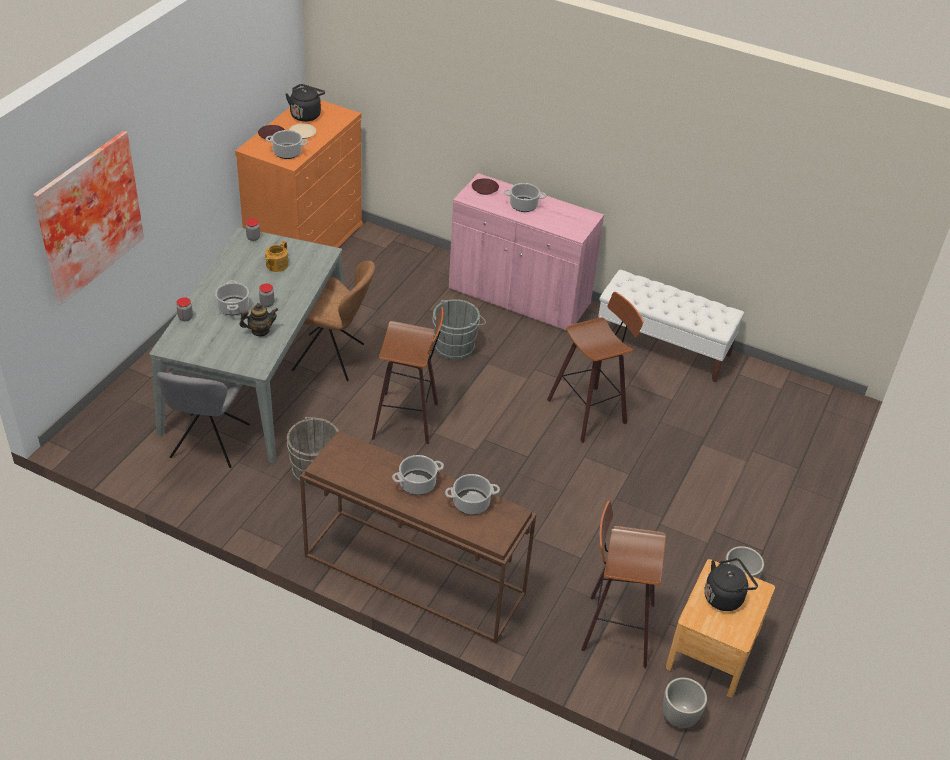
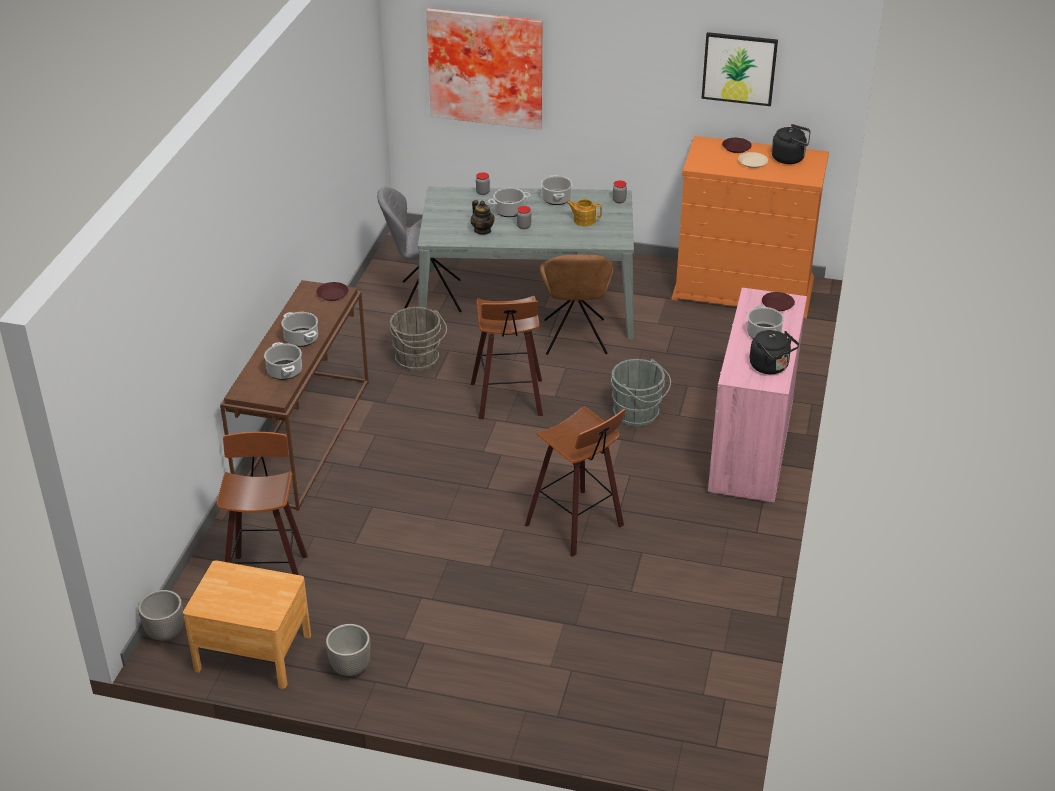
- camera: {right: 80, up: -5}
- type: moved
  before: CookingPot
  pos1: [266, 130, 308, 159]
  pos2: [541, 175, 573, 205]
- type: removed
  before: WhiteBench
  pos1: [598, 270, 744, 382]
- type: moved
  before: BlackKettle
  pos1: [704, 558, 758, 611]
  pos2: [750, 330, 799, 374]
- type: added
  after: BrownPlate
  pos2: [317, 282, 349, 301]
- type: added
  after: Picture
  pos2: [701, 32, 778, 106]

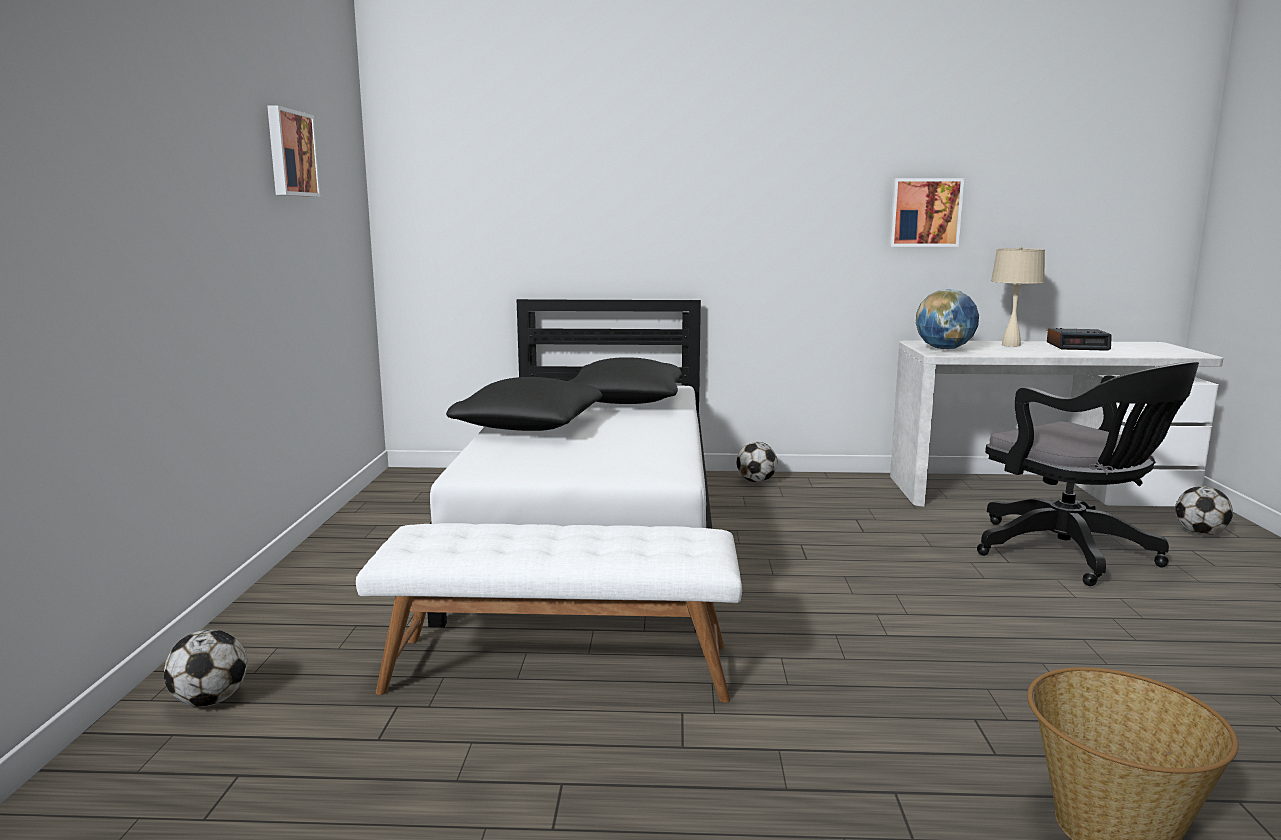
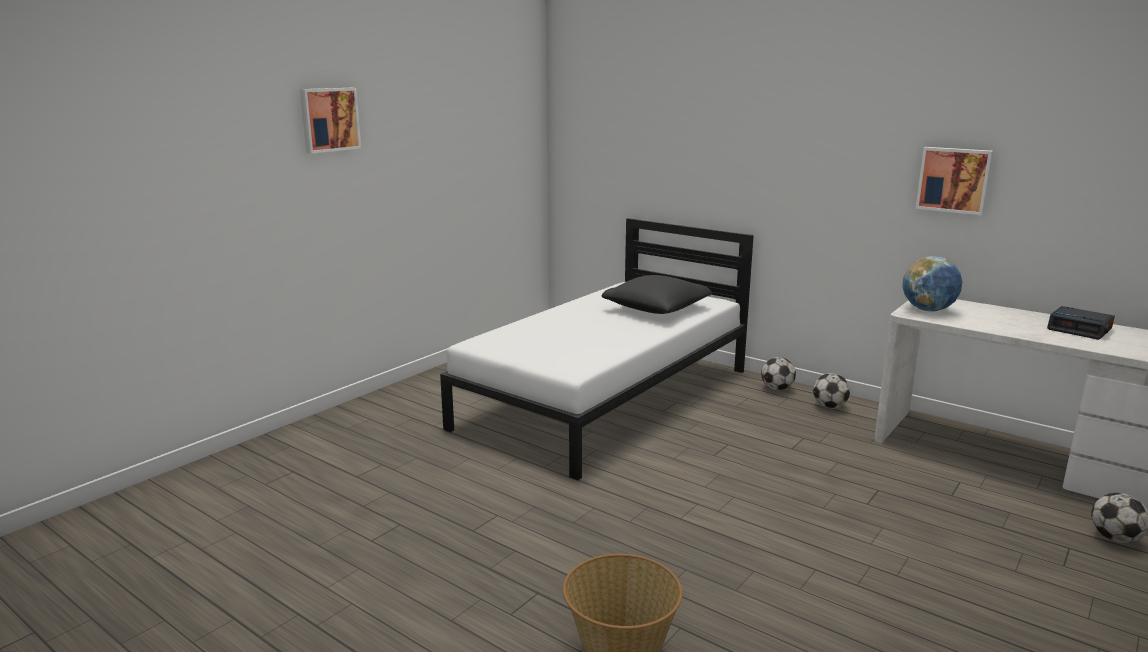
- camera: {right: 35, up: 5}
- type: moved
  before: Football
  pos1: [164, 629, 247, 707]
  pos2: [813, 373, 850, 408]
- type: moved
  before: Picture
  pos1: [267, 105, 321, 197]
  pos2: [300, 88, 361, 154]
- type: removed
  before: WhiteBench
  pos1: [356, 523, 742, 703]
- type: removed
  before: BlackPillow
  pos1: [446, 377, 602, 431]
- type: removed
  before: BlackOfficeChair
  pos1: [977, 361, 1199, 586]
- type: removed
  before: BeigeTableLamp
  pos1: [991, 247, 1045, 347]

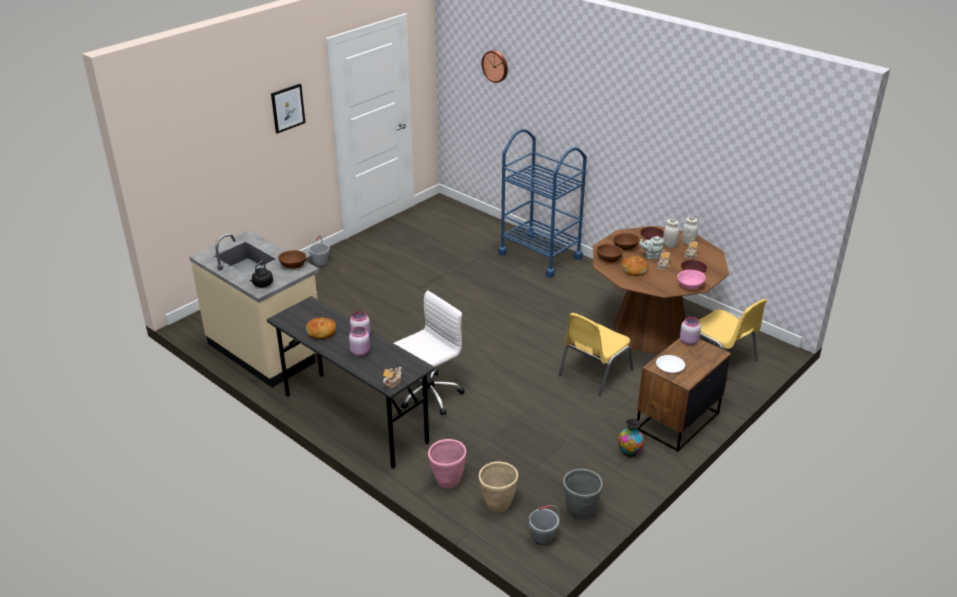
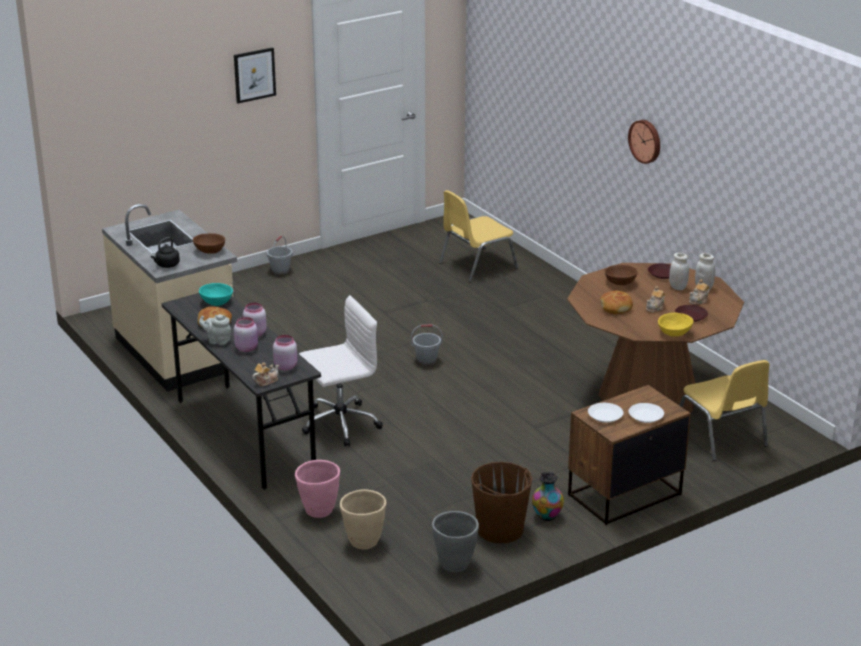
- camera: {right: 15, up: -5}
- type: moved
  before: WallClock
  pos1: [481, 50, 508, 83]
  pos2: [628, 120, 660, 164]
- type: removed
  before: BlueCart
  pos1: [498, 129, 587, 278]
- type: moved
  before: GreyBucket
  pos1: [528, 505, 560, 545]
  pos2: [411, 324, 442, 366]
- type: moved
  before: YellowChair
  pos1: [559, 313, 633, 395]
  pos2: [439, 190, 518, 282]
- type: removed
  before: BrownBowl
  pos1: [597, 244, 623, 263]
- type: moved
  before: GreyTeapot
  pos1: [639, 236, 664, 259]
  pos2: [199, 314, 231, 345]
- type: recoloured
  before: PinkBowl
  after: YellowBowl
  pos1: [677, 270, 706, 290]
  pos2: [658, 313, 694, 337]
- type: moved
  before: PinkJar
  pos1: [680, 317, 701, 345]
  pos2: [273, 335, 297, 370]
- type: added
  after: TurquoiseBowl
  pos2: [199, 283, 233, 306]
- type: added
  after: BrownBucket
  pos2: [471, 462, 532, 544]
- type: added
  after: WhitePlate
  pos2: [629, 403, 664, 423]

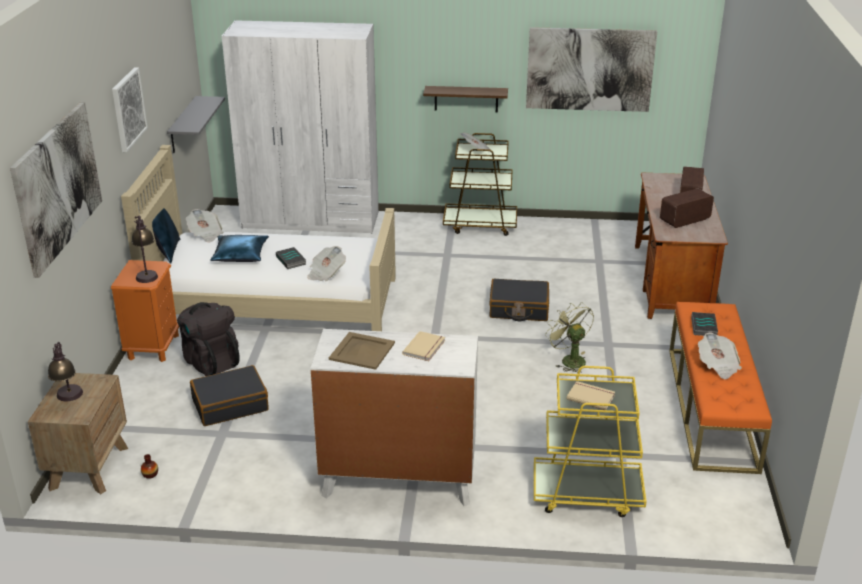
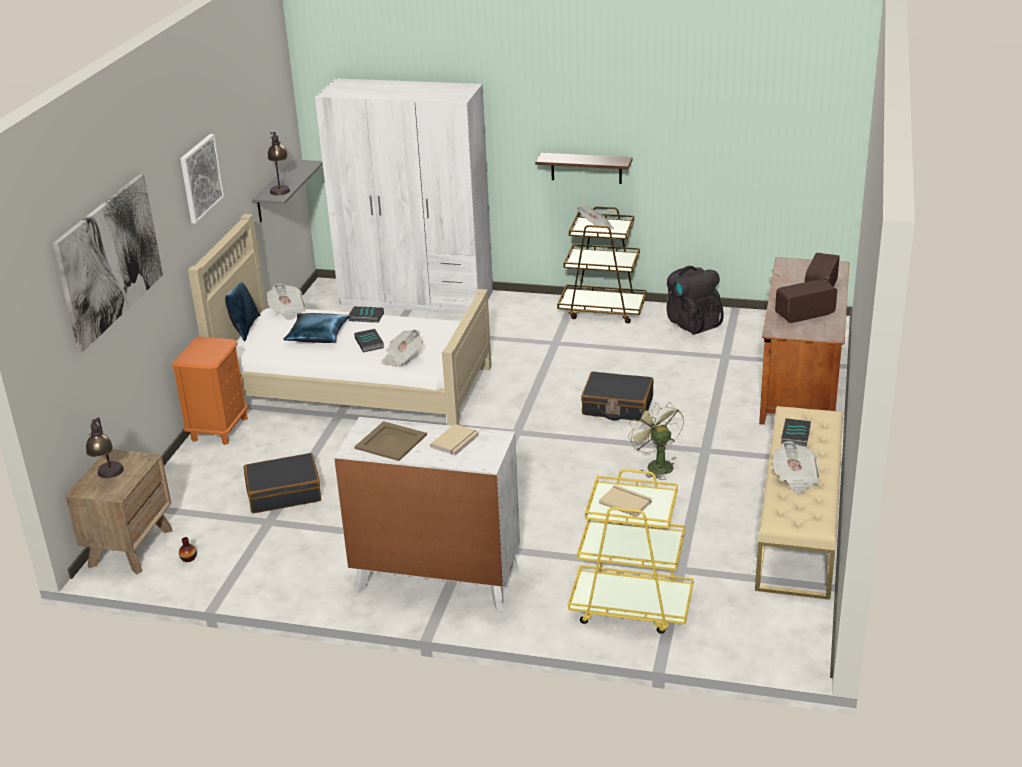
- camera: {right: 10, up: 0}
- type: moved
  before: TableLamp
  pos1: [132, 216, 158, 283]
  pos2: [268, 132, 290, 195]
- type: moved
  before: BlackBackpack
  pos1: [177, 302, 240, 376]
  pos2: [666, 266, 724, 334]
- type: removed
  before: Picture
  pos1: [526, 27, 657, 112]
- type: recoloured
  before: OrangeBench
  after: BeigeBench
  pos1: [669, 302, 772, 474]
  pos2: [755, 406, 843, 600]
- type: added
  after: Book
  pos2: [348, 306, 384, 323]

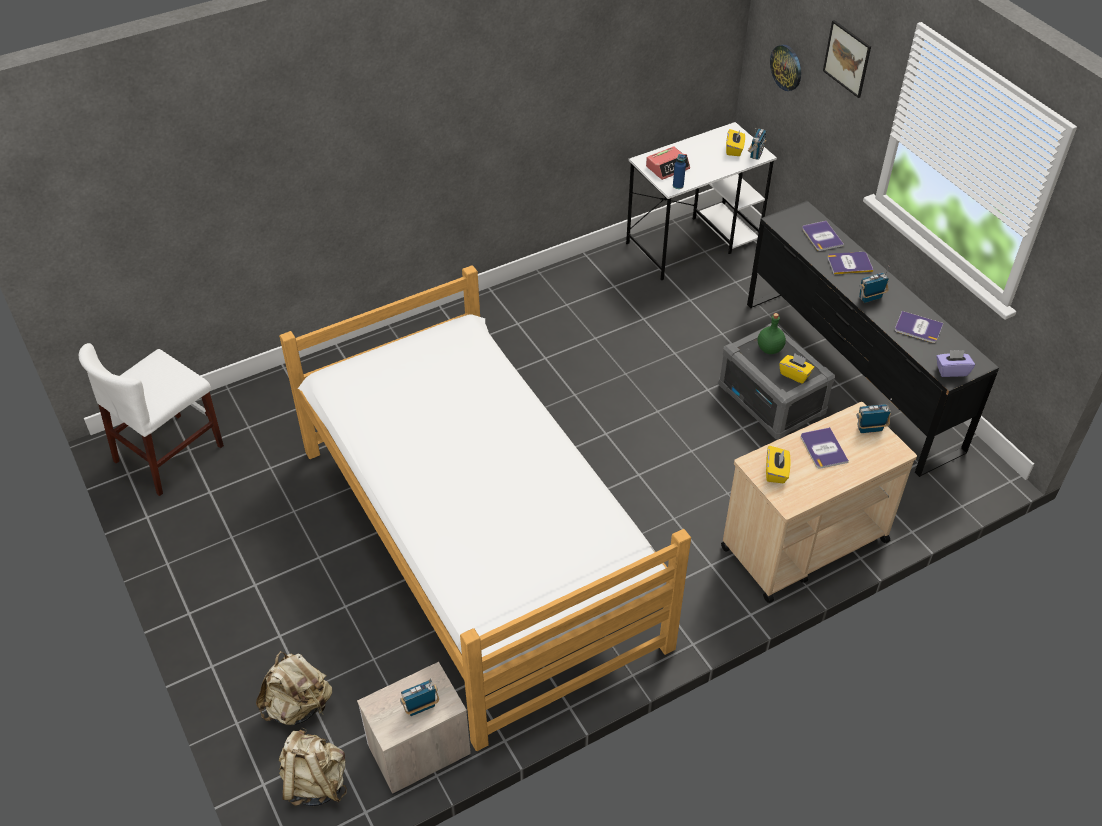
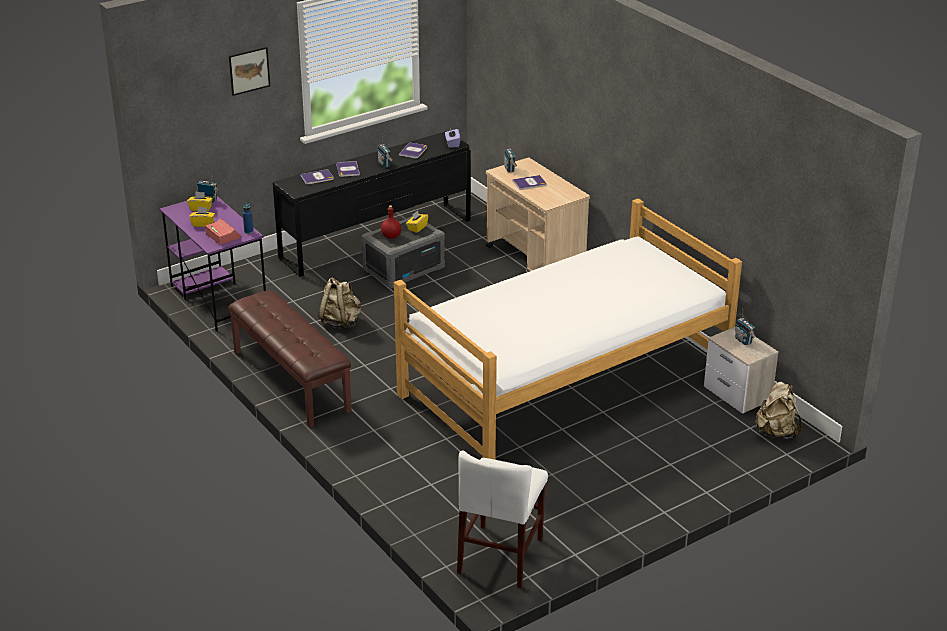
- camera: {right: -95, up: -15}
- type: turned
  before: WhiteChair
  pos1: [79, 343, 224, 496]
  pos2: [457, 450, 548, 588]
  turn: 75
- type: moved
  before: BeigeBackpack
  pos1: [256, 651, 332, 725]
  pos2: [318, 278, 361, 328]
- type: recoloured
  before: WhiteDesk
  after: PurpleDesk
  pos1: [626, 122, 777, 280]
  pos2: [160, 196, 266, 331]
- type: recoloured
  before: GreenBottle
  after: RedBottle
  pos1: [758, 313, 786, 354]
  pos2: [381, 205, 401, 239]
- type: moved
  before: YellowTissueBox
  pos1: [766, 446, 790, 483]
  pos2: [189, 207, 215, 227]
- type: removed
  before: WallClock
  pos1: [770, 45, 801, 91]
- type: added
  after: BrownBench
  pos2: [228, 290, 352, 428]

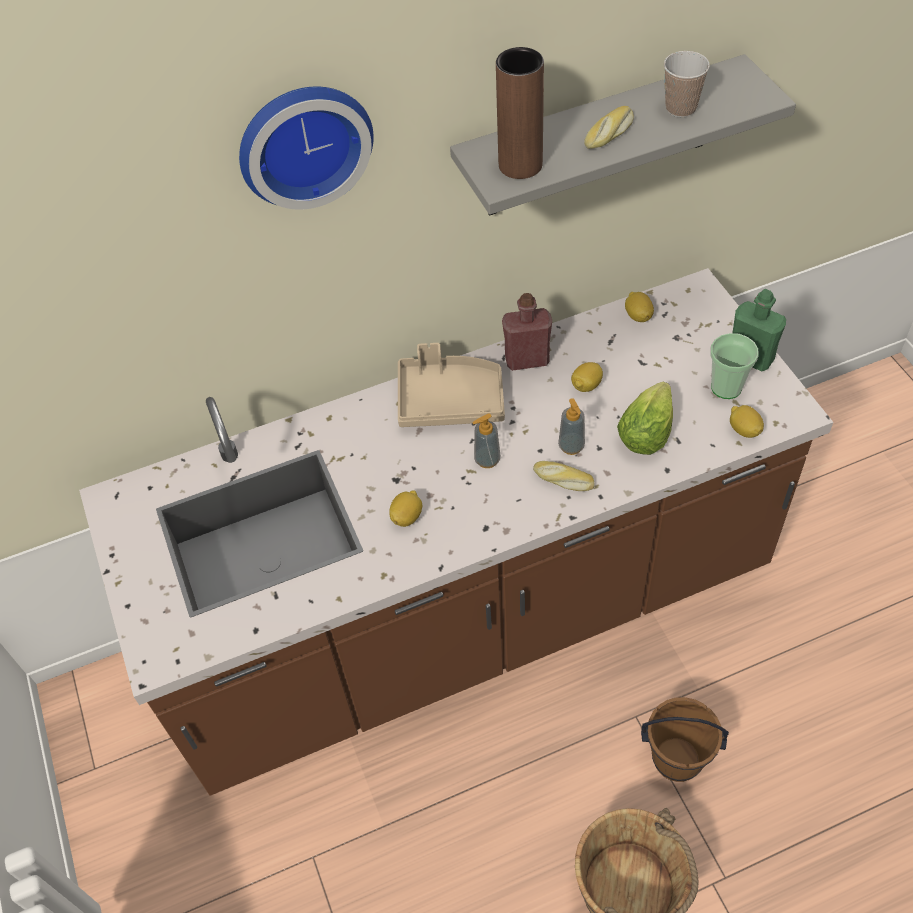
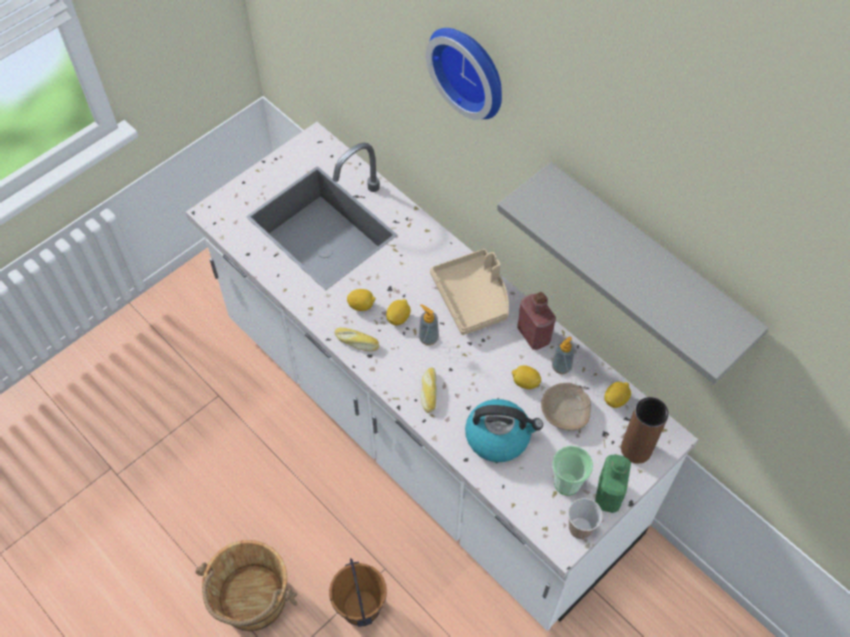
- camera: {right: 65, up: 5}
- type: recoloured
  before: BrownCounter
  after: WhiteCounter
  pos1: [79, 268, 833, 796]
  pos2: [186, 122, 698, 631]
- type: moved
  before: BrownVase
  pos1: [496, 47, 544, 179]
  pos2: [621, 397, 669, 464]
- type: moved
  before: SoapDispenser
  pos1: [558, 398, 585, 455]
  pos2: [552, 336, 575, 374]
- type: moved
  before: Bread
  pos1: [584, 106, 634, 149]
  pos2: [334, 327, 379, 351]
- type: replaced
  before: Lettuce
  after: Kettle
  pos1: [617, 382, 673, 455]
  pos2: [465, 399, 543, 462]
- type: moved
  before: Cup
  pos1: [664, 51, 710, 117]
  pos2: [568, 498, 603, 539]
- type: moved
  before: Lemon
  pos1: [730, 405, 764, 438]
  pos2: [386, 299, 411, 325]
- type: added
  after: BeigeBowl
  pos2: [541, 383, 591, 430]

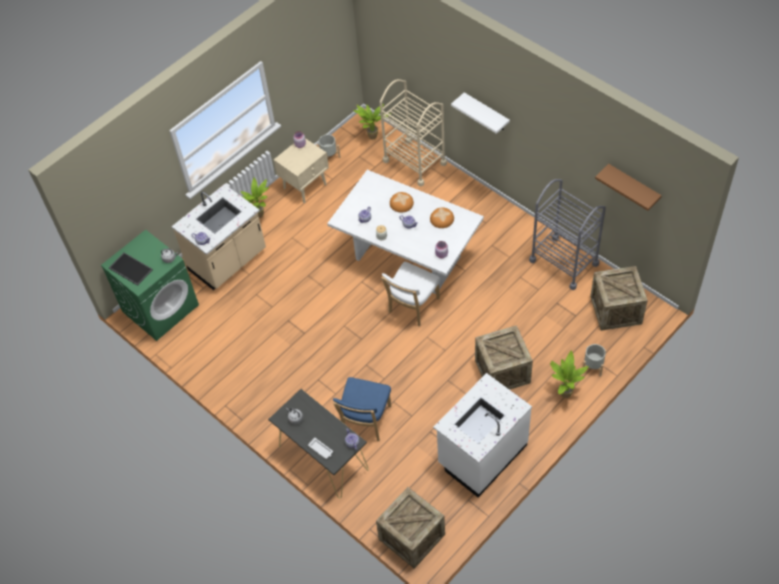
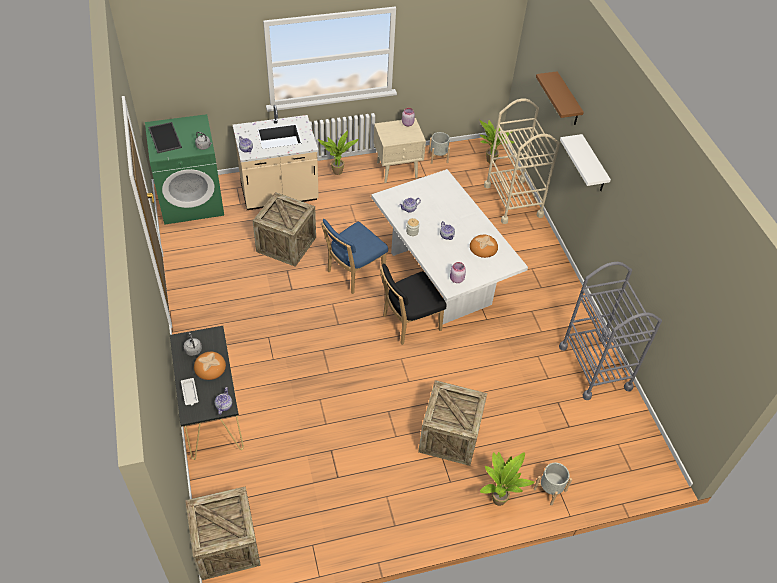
- camera: {right: 25, up: -5}
- type: moved
  before: BlueChair
  pos1: [333, 377, 391, 441]
  pos2: [321, 219, 388, 294]
- type: recoloured
  before: WhiteChair
  after: BlackChair
  pos1: [381, 262, 440, 326]
  pos2: [380, 263, 446, 345]
- type: moved
  before: Bread
  pos1: [390, 192, 414, 212]
  pos2: [194, 352, 226, 380]
- type: removed
  before: WhiteCounter
  pos1: [433, 373, 532, 497]
- type: moved
  before: Crate
  pos1: [590, 266, 648, 331]
  pos2: [253, 192, 316, 267]
- type: moved
  before: BrownShelf
  pos1: [595, 164, 662, 211]
  pos2: [536, 71, 584, 125]

